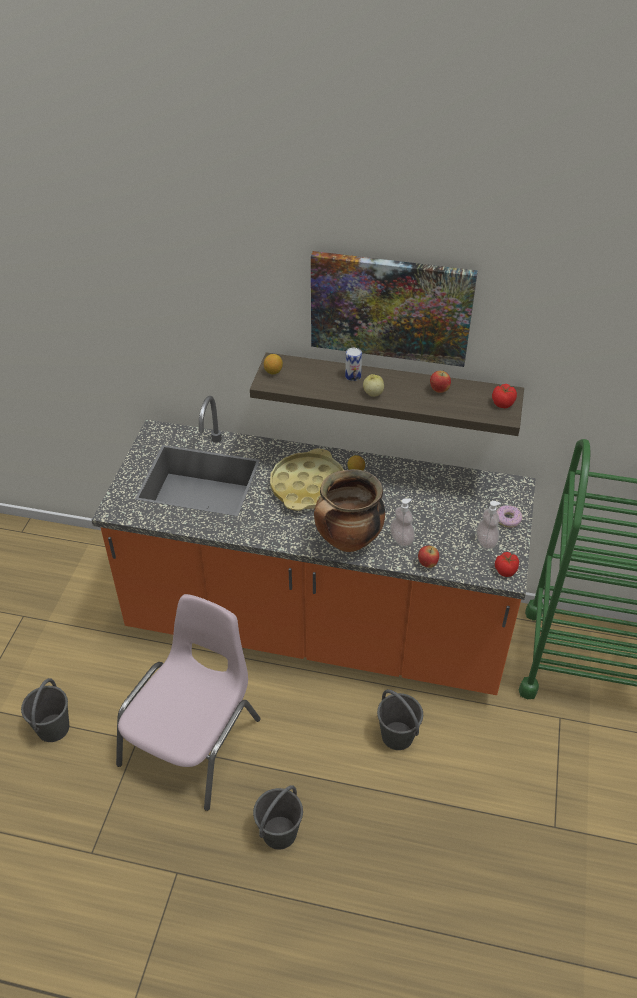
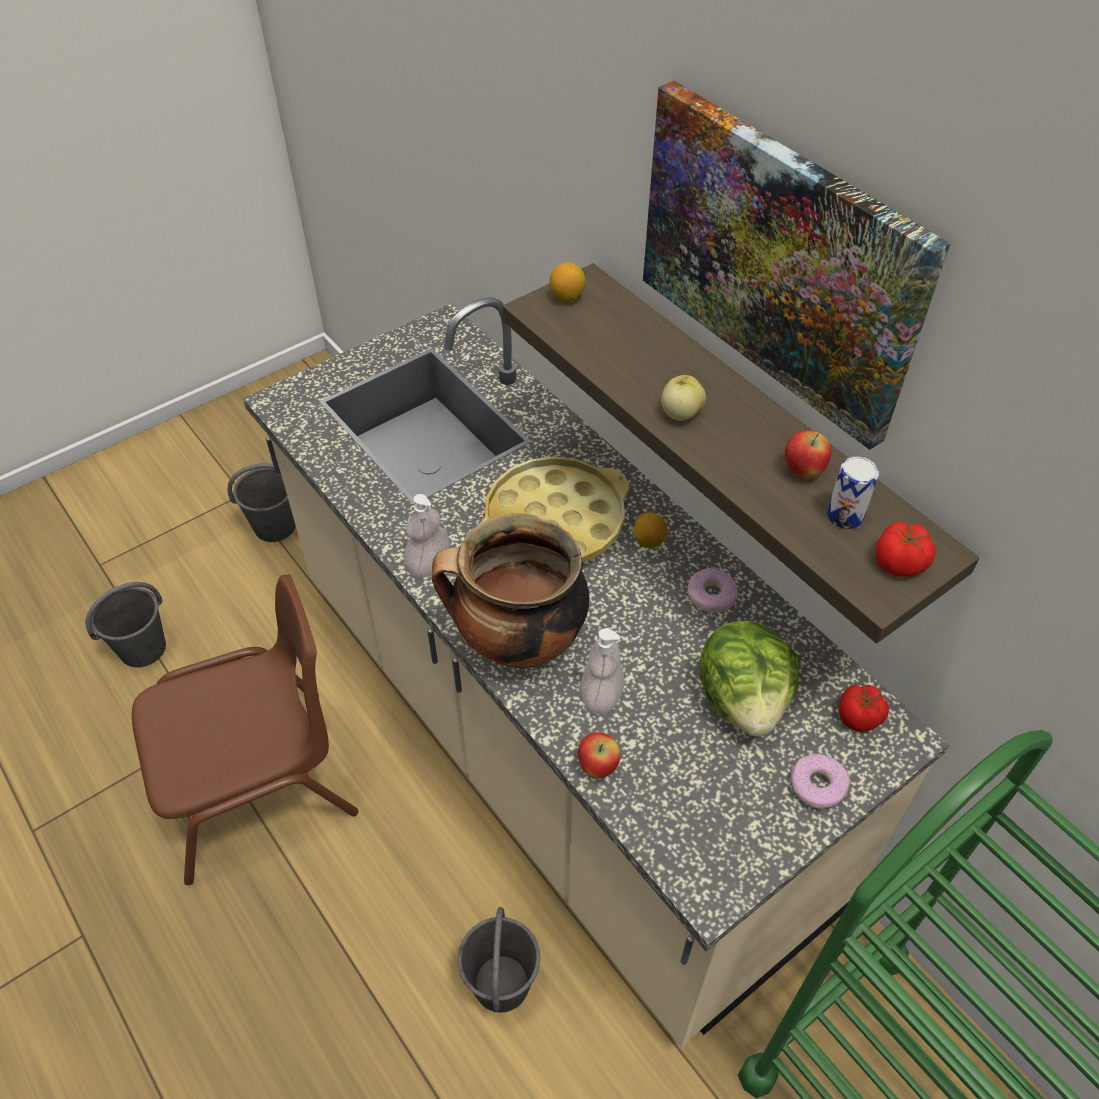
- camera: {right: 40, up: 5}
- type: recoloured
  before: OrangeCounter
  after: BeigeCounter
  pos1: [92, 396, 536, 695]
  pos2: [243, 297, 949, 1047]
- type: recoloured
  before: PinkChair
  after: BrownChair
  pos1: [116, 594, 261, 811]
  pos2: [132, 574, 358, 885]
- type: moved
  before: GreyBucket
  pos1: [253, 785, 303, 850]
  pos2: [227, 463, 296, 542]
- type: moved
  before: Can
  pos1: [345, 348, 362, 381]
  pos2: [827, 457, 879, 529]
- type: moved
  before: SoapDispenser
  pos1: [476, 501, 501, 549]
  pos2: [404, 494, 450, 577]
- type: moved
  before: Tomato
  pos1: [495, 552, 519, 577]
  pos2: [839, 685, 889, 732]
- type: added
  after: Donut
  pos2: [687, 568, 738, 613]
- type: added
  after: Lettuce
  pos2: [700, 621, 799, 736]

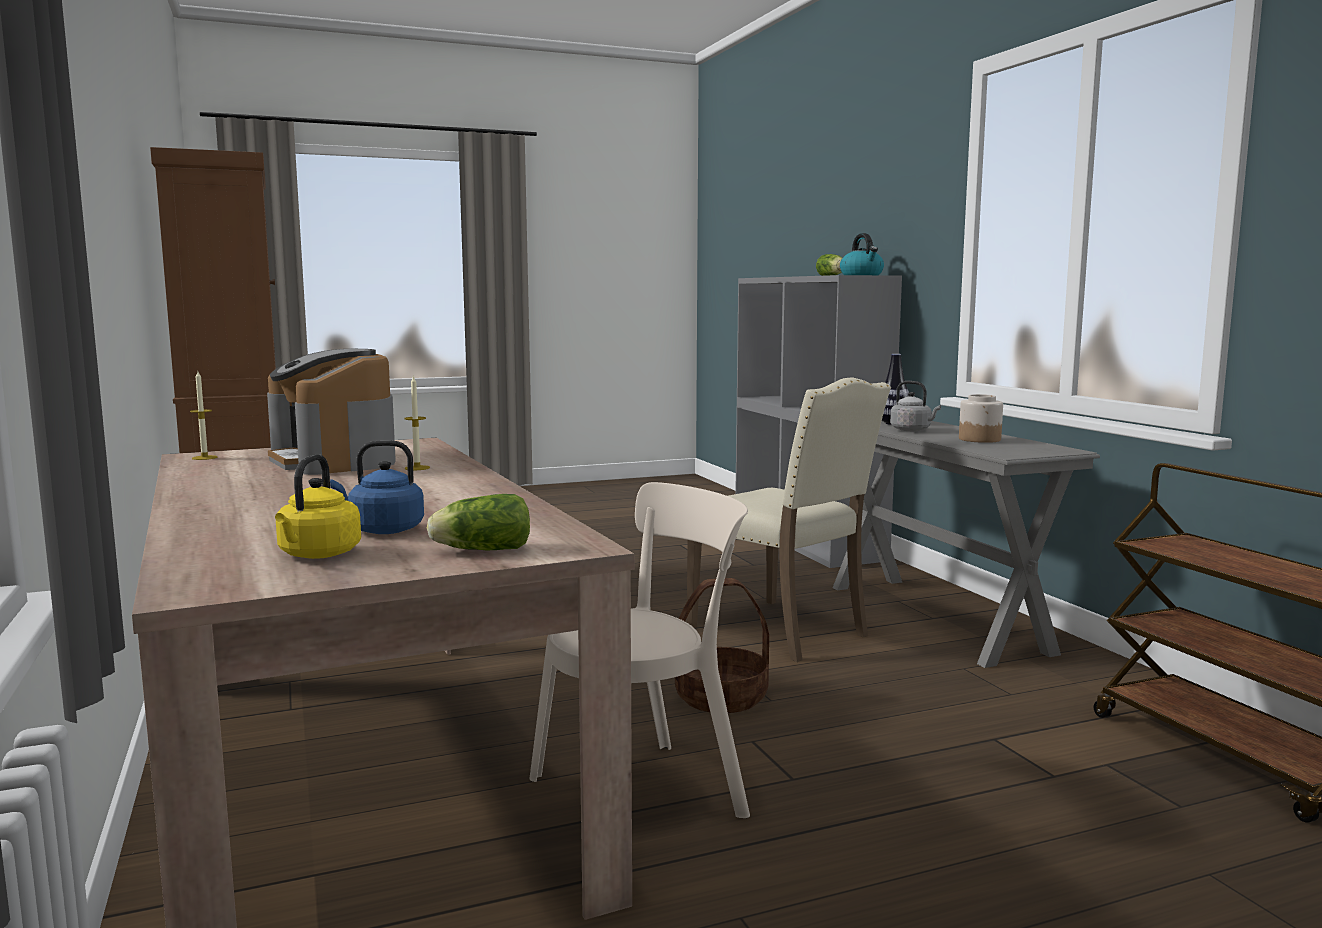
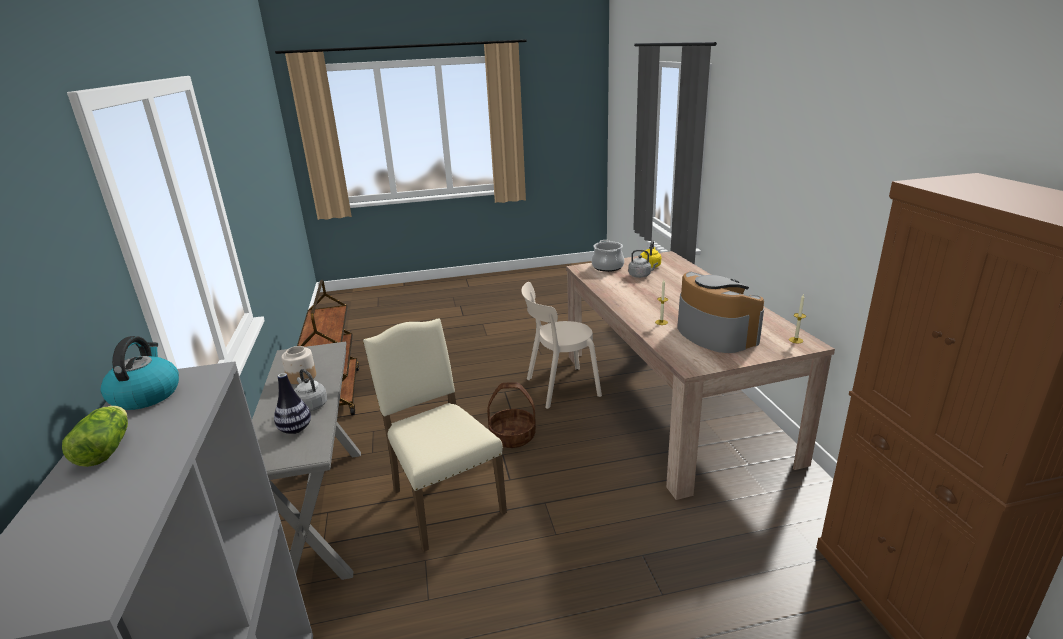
- camera: {right: -170, up: 15}
- type: recoloured
  before: BlueKettle
  after: GreyKettle
  pos1: [330, 440, 424, 534]
  pos2: [628, 250, 658, 278]
- type: replaced
  before: Lettuce
  after: CookingPot
  pos1: [427, 494, 530, 550]
  pos2: [592, 240, 624, 272]

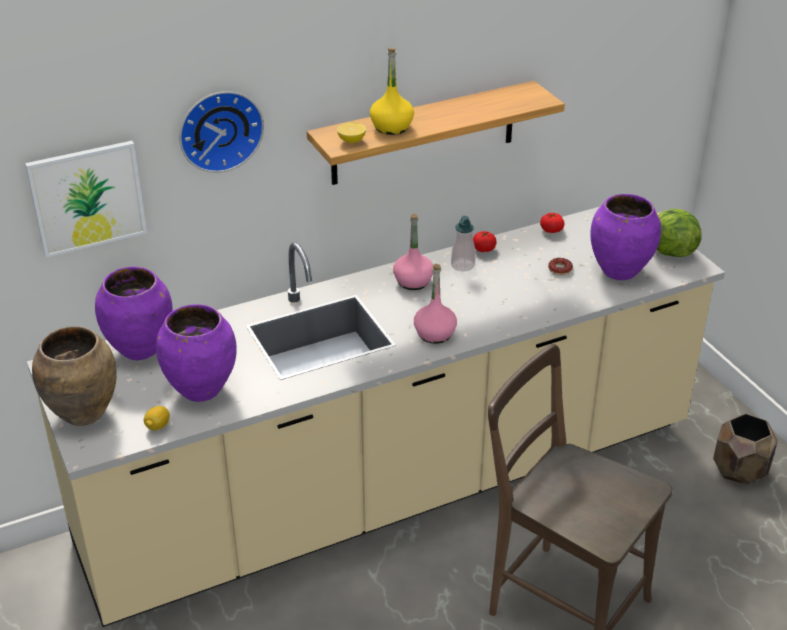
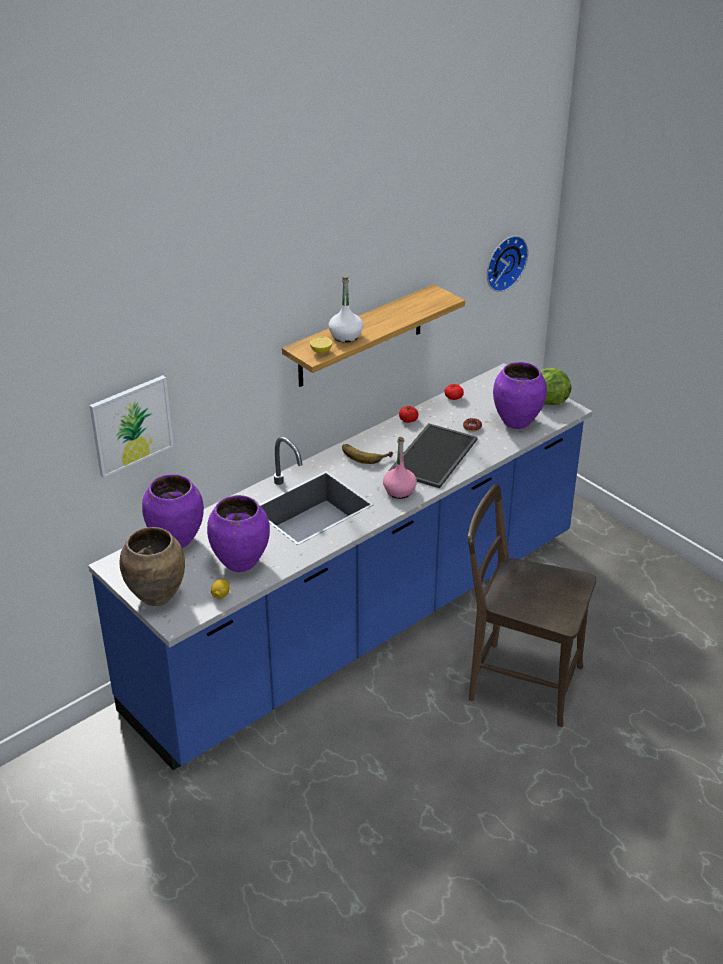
- camera: {right: -15, up: 0}
- type: recoloured
  before: BeigeCounter
  after: BlueCounter
  pos1: [27, 206, 725, 627]
  pos2: [88, 363, 592, 770]
- type: moved
  before: WallClock
  pos1: [179, 91, 264, 173]
  pos2: [487, 236, 528, 292]
- type: recoloured
  before: YellowBottle
  after: WhiteBottle
  pos1: [370, 48, 414, 135]
  pos2: [329, 276, 363, 343]
- type: replaced
  before: PinkBottle
  after: Banana
  pos1: [393, 214, 433, 290]
  pos2: [342, 444, 393, 464]
- type: removed
  before: SoapDispenser
  pos1: [451, 216, 475, 271]
- type: removed
  before: BrownPlanter
  pos1: [713, 413, 778, 486]
- type: added
  after: Tray
  pos2: [389, 423, 478, 488]

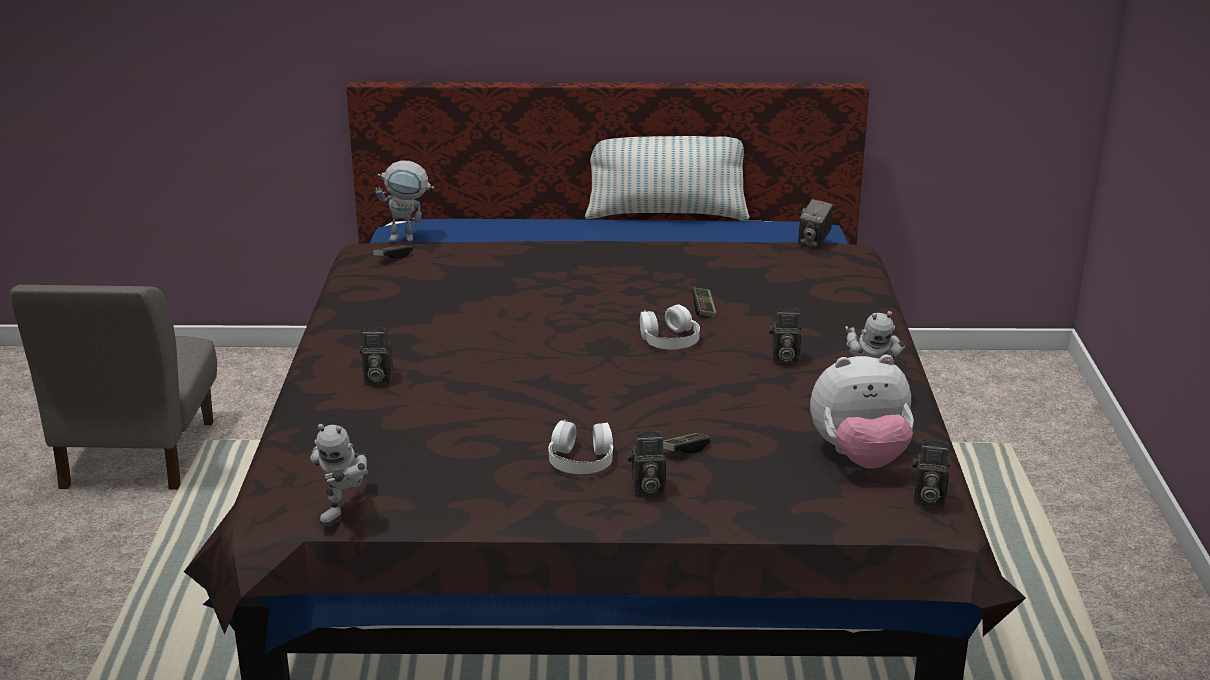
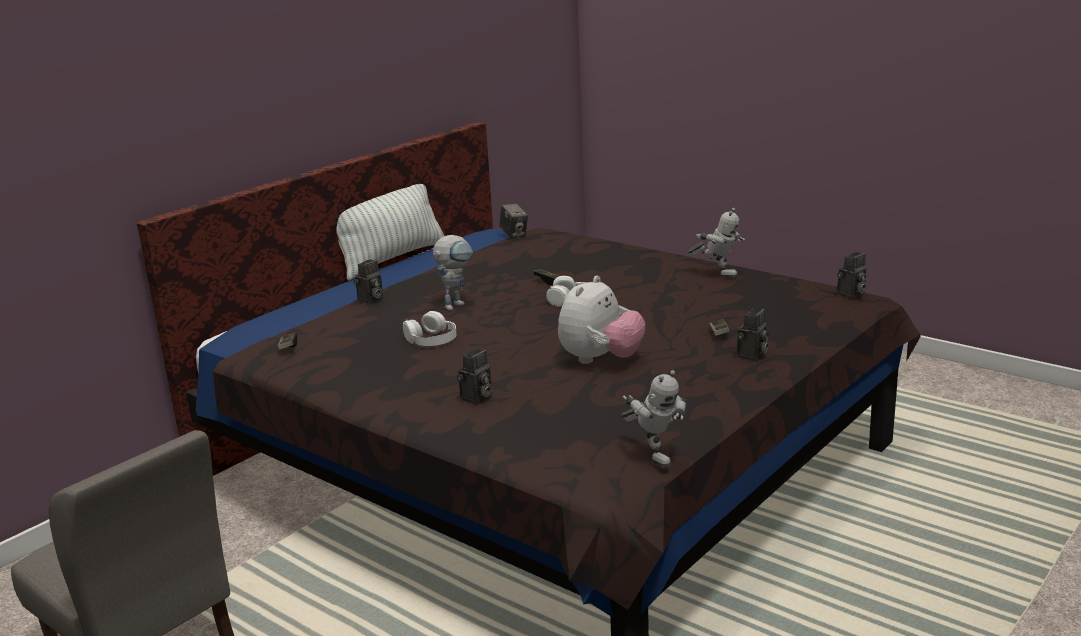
- camera: {right: -50, up: -5}
- type: moved
  before: ToyRobot
  pos1: [375, 160, 434, 241]
  pos2: [433, 235, 473, 311]
- type: moved
  before: WhiteHeadphones
  pos1: [548, 420, 614, 474]
  pos2: [403, 311, 456, 346]
- type: moved
  before: PhotoCamera
  pos1: [769, 308, 801, 365]
  pos2: [354, 260, 383, 304]
- type: moved
  before: PlushToy
  pos1: [810, 355, 914, 469]
  pos2: [558, 276, 645, 364]

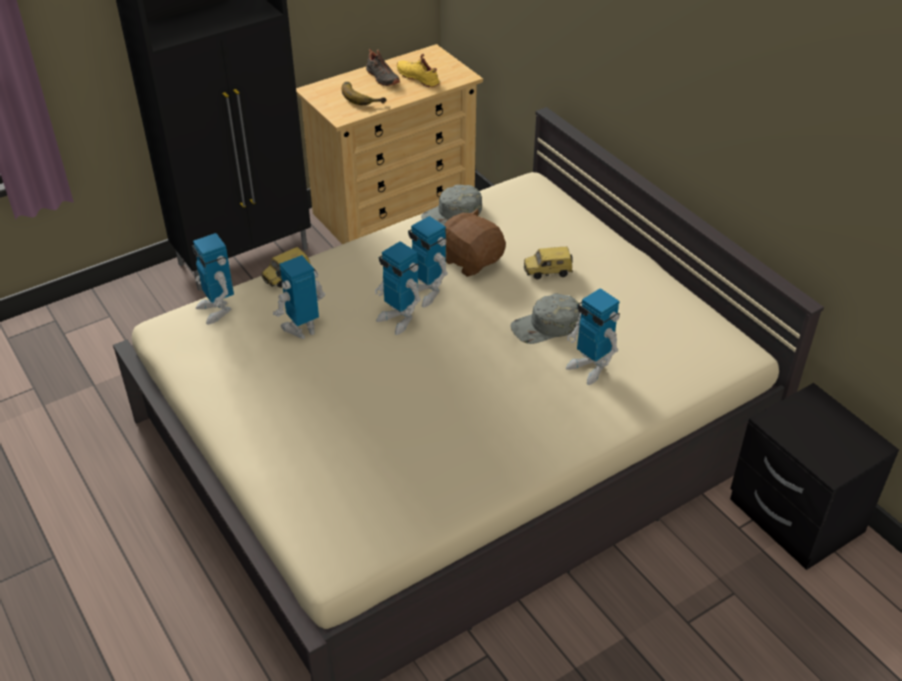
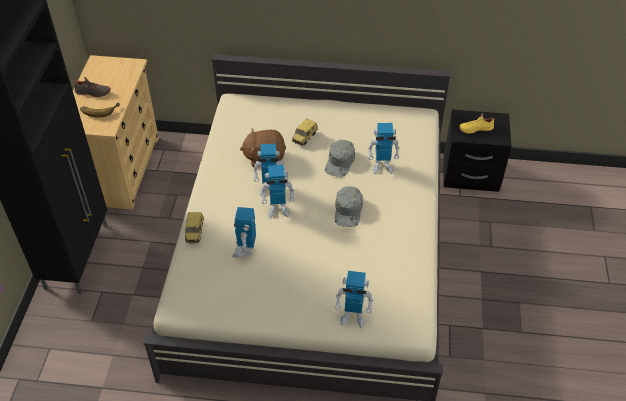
- camera: {right: -50, up: 5}
- type: moved
  before: ToyRobot
  pos1: [192, 233, 234, 325]
  pos2: [335, 271, 374, 328]
- type: moved
  before: YellowShoe
  pos1: [397, 54, 439, 87]
  pos2: [459, 113, 496, 134]
- type: moved
  before: GreyCap
  pos1: [421, 185, 482, 225]
  pos2: [335, 187, 363, 227]

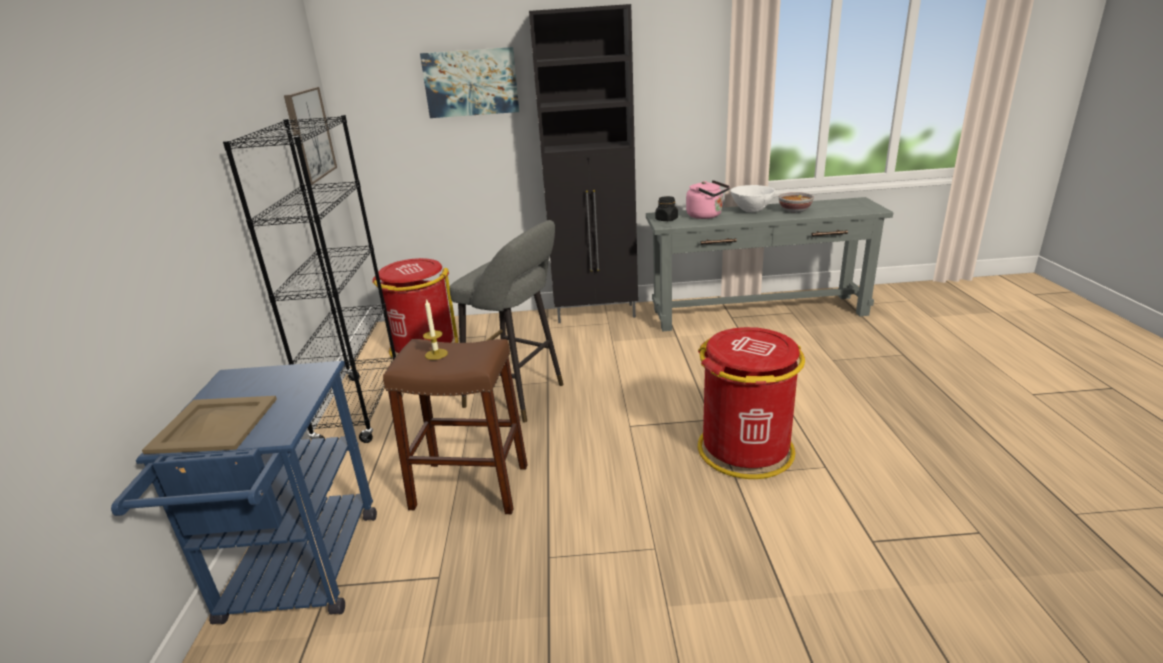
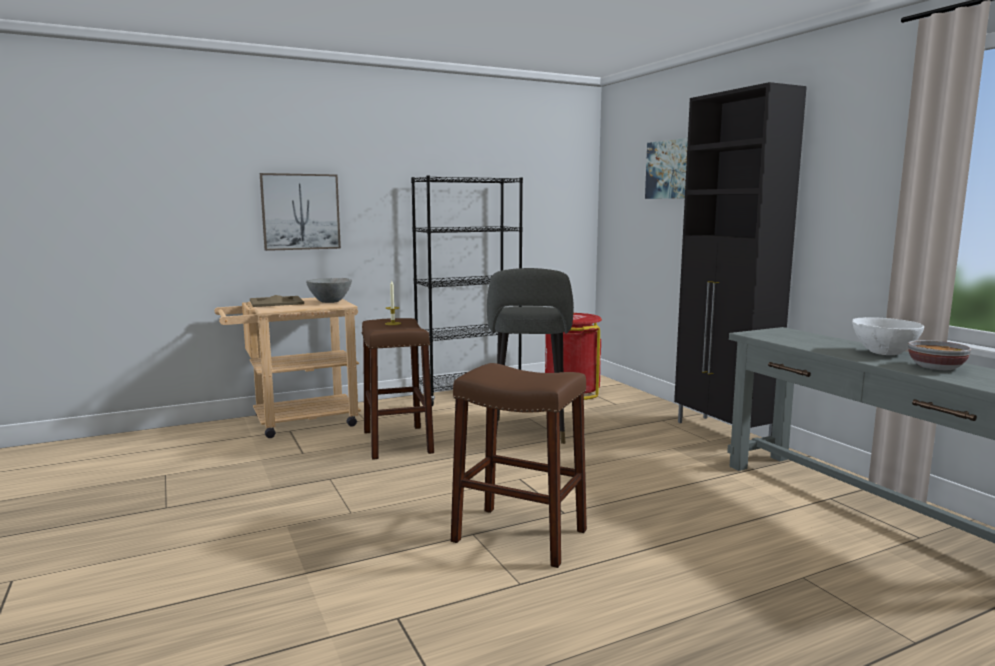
- camera: {right: 65, up: -15}
- type: recoloured
  before: BlueCart
  after: BeigeCart
  pos1: [111, 361, 377, 624]
  pos2: [214, 298, 361, 438]
- type: moved
  before: Picture
  pos1: [284, 87, 337, 185]
  pos2: [260, 173, 341, 251]
- type: removed
  before: BlackJar
  pos1: [655, 196, 678, 221]
- type: removed
  before: PinkKettle
  pos1: [686, 180, 730, 219]
- type: replaced
  before: RedTrashCan
  after: BrownStool
  pos1: [698, 327, 805, 479]
  pos2: [451, 363, 587, 568]
- type: added
  after: GreyBowl
  pos2: [306, 278, 352, 303]

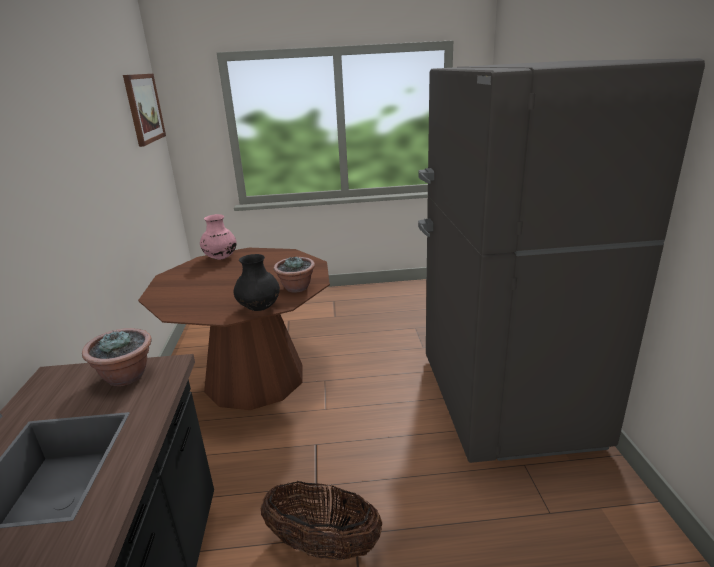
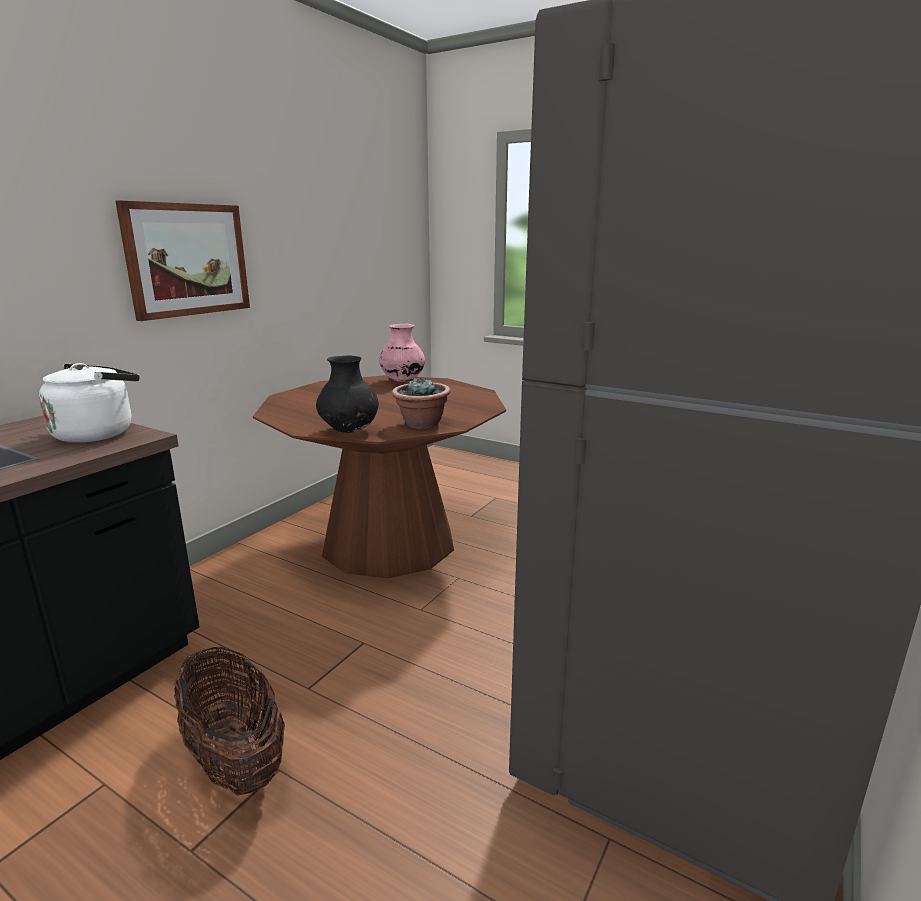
- camera: {right: 35, up: -5}
- type: replaced
  before: PottedPlant
  after: WhiteKettle
  pos1: [82, 328, 152, 386]
  pos2: [39, 363, 140, 443]
- type: moved
  before: Picture
  pos1: [123, 74, 166, 147]
  pos2: [115, 200, 250, 321]

